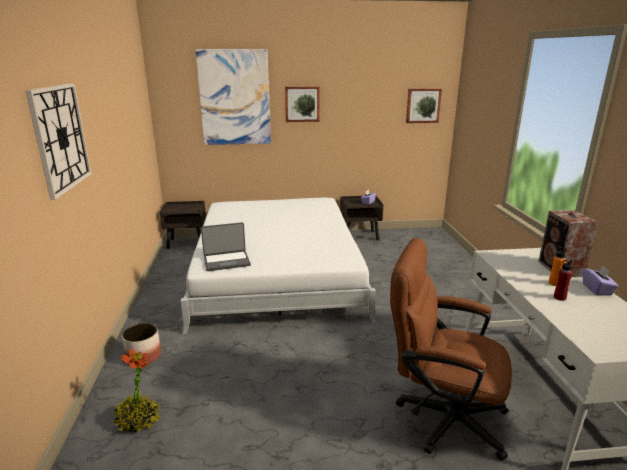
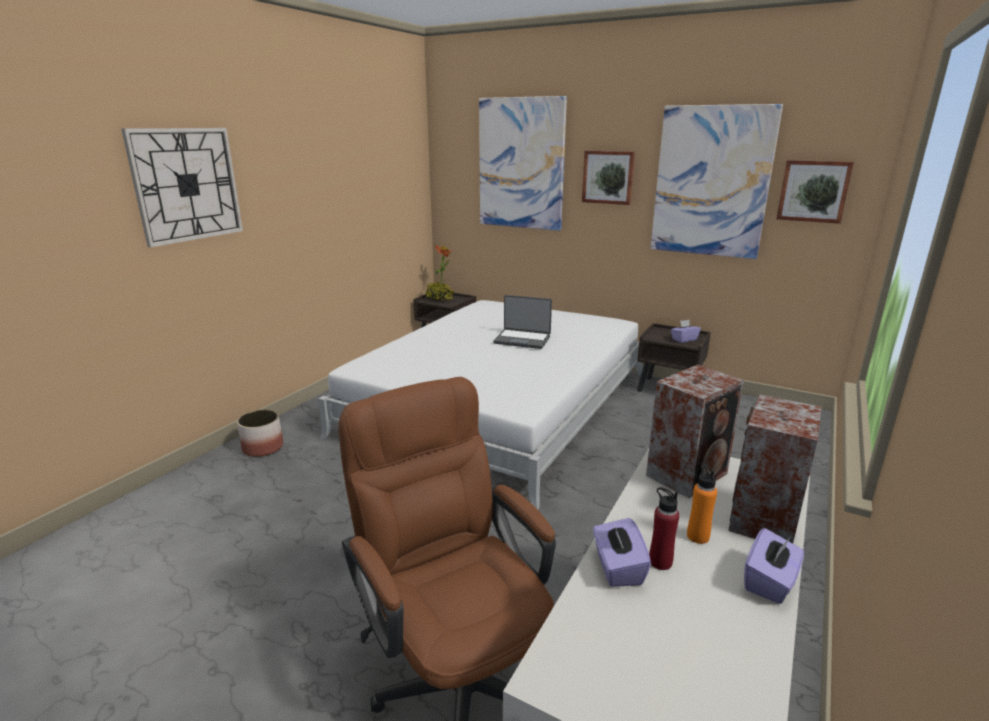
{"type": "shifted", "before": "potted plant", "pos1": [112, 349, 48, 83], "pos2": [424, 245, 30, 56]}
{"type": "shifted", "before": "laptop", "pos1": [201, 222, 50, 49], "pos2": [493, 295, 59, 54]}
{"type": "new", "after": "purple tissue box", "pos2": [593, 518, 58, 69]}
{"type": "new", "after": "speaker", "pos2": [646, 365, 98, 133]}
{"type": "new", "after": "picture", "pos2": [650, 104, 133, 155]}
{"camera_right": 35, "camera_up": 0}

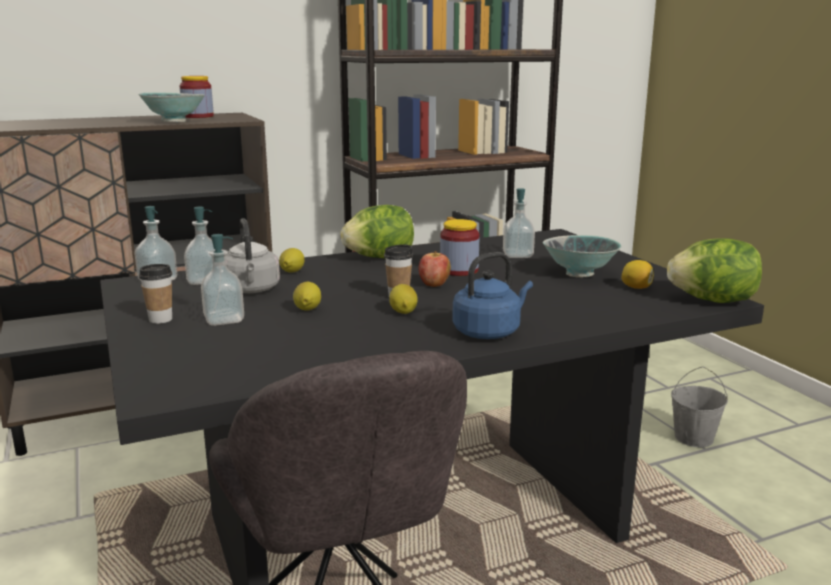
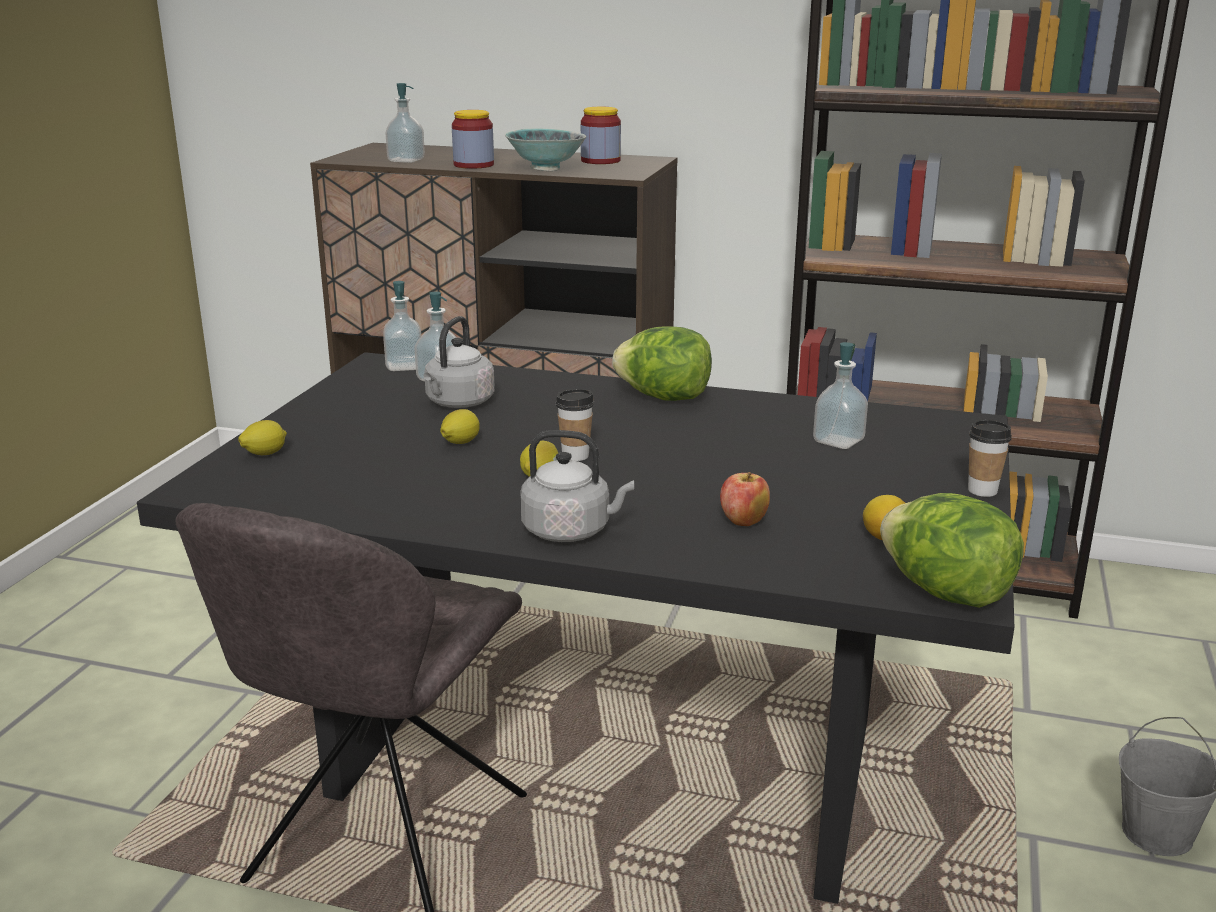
{"type": "shifted", "before": "cup", "pos1": [139, 264, 33, 60], "pos2": [968, 420, 44, 77]}
{"type": "shifted", "before": "soap dispenser", "pos1": [201, 234, 43, 92], "pos2": [386, 83, 39, 80]}
{"type": "shifted", "before": "lemon", "pos1": [279, 248, 25, 25], "pos2": [238, 420, 49, 35]}
{"type": "shifted", "before": "apple", "pos1": [418, 251, 33, 36], "pos2": [720, 472, 50, 54]}
{"type": "shifted", "before": "jar", "pos1": [440, 219, 39, 57], "pos2": [452, 110, 42, 59]}
{"type": "repainted", "before": "blue kettle", "after": "grey kettle", "pos1": [452, 252, 81, 87], "pos2": [521, 430, 113, 112]}
{"type": "gone", "before": "bowl", "pos1": [543, 235, 79, 42]}
{"camera_right": 40, "camera_up": 5}

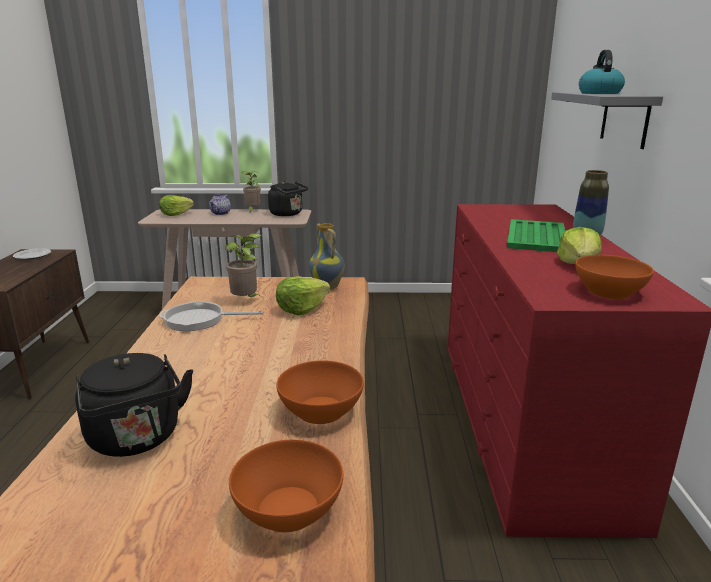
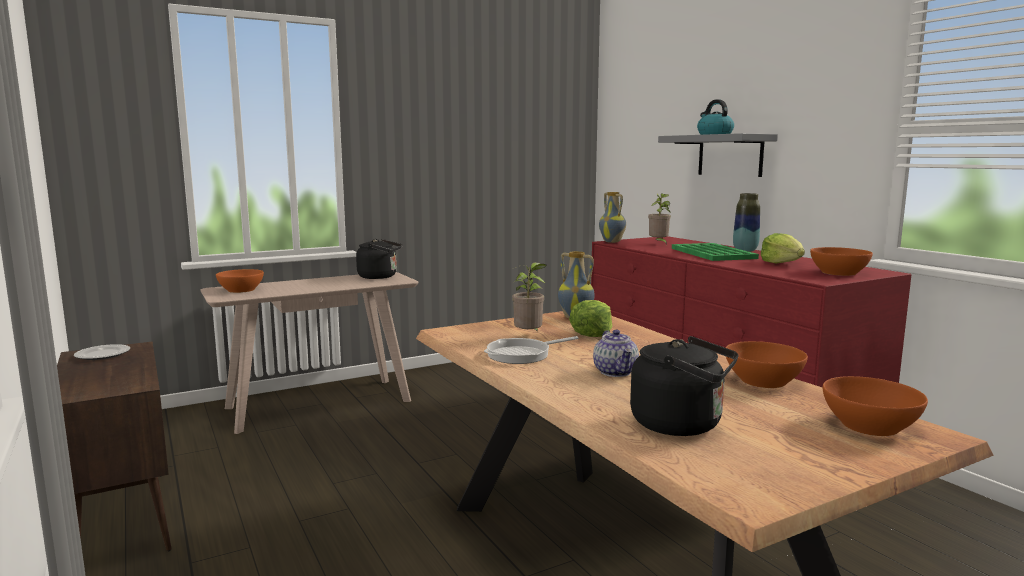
{"type": "swapped", "before": "lettuce", "after": "orange bowl", "pos1": [159, 195, 35, 21], "pos2": [216, 269, 48, 24]}
{"type": "shifted", "before": "teapot", "pos1": [209, 193, 22, 22], "pos2": [593, 330, 46, 47]}
{"type": "shifted", "before": "potted plant", "pos1": [241, 171, 20, 41], "pos2": [648, 193, 23, 52]}
{"type": "new", "after": "vase", "pos2": [599, 192, 27, 51]}
{"camera_right": -30, "camera_up": -10}

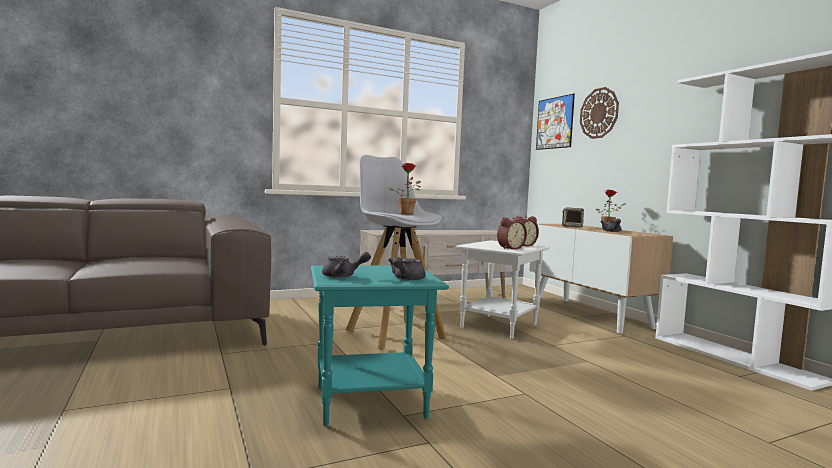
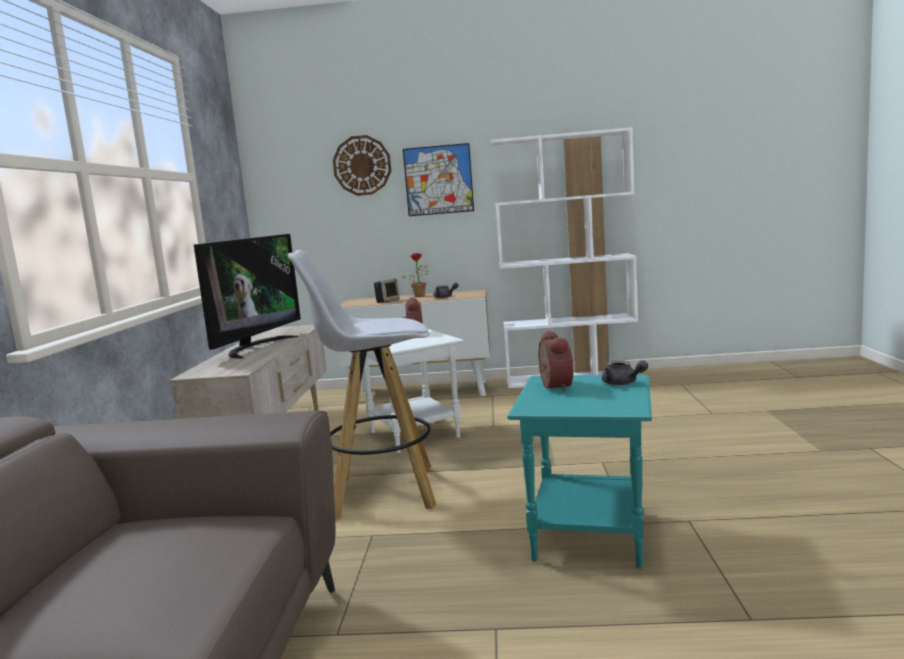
{"type": "gone", "before": "grey teapot", "pos1": [322, 252, 49, 26]}
{"type": "gone", "before": "potted plant", "pos1": [388, 163, 33, 52]}
{"type": "shifted", "before": "alarm clock", "pos1": [497, 217, 30, 33], "pos2": [538, 330, 35, 62]}
{"type": "shifted", "before": "picture", "pos1": [536, 94, 39, 56], "pos2": [403, 143, 71, 73]}
{"type": "new", "after": "television", "pos2": [194, 234, 107, 125]}
{"camera_right": -60, "camera_up": 5}

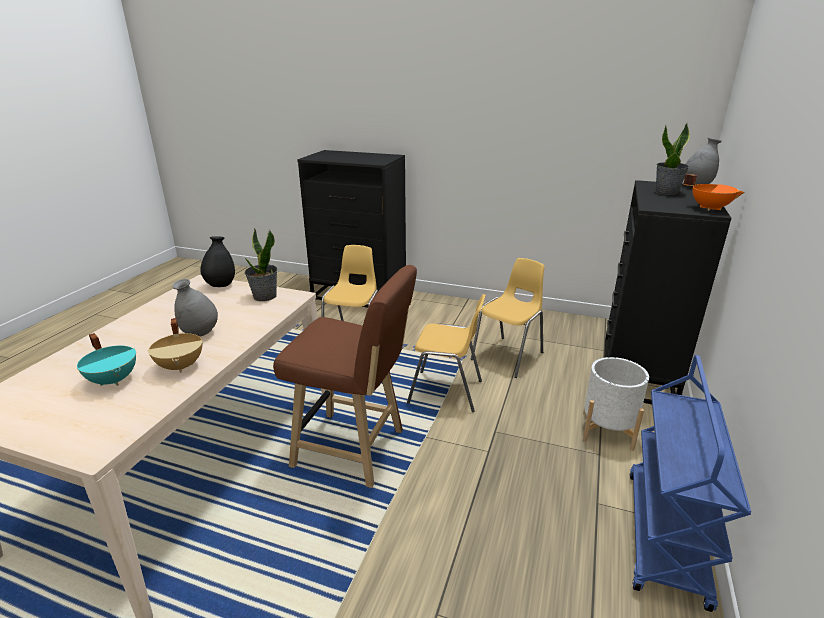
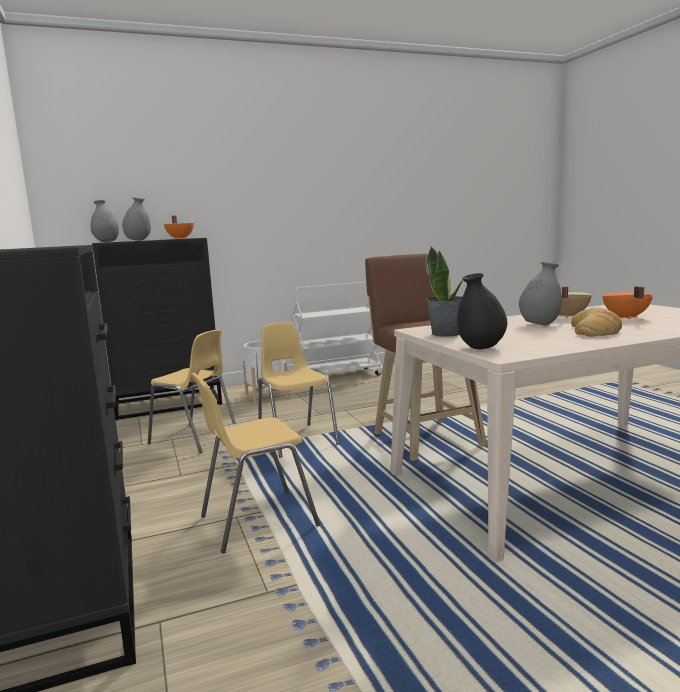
{"type": "repainted", "before": "turquoise cooking pot", "after": "orange cooking pot", "pos1": [77, 333, 59, 53], "pos2": [602, 286, 51, 33]}
{"type": "rotated", "before": "yellow chair", "pos1": [471, 258, 74, 120], "pos2": [148, 330, 88, 124], "turn": -150}
{"type": "repainted", "before": "blue cart", "after": "white cart", "pos1": [629, 355, 122, 257], "pos2": [292, 282, 91, 94]}
{"type": "swapped", "before": "potted plant", "after": "grey vase", "pos1": [655, 123, 35, 72], "pos2": [122, 197, 29, 44]}
{"type": "new", "after": "bread", "pos2": [571, 307, 51, 30]}
{"camera_right": -130, "camera_up": -15}

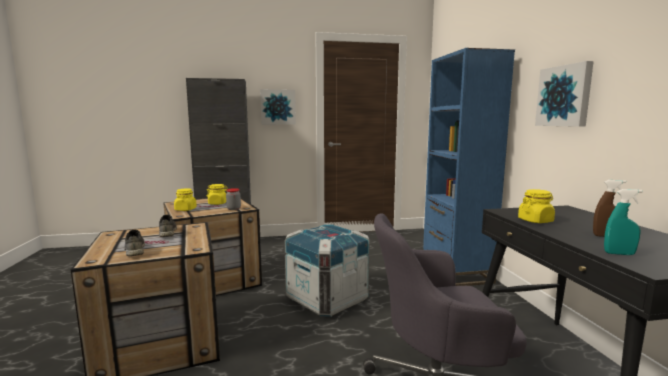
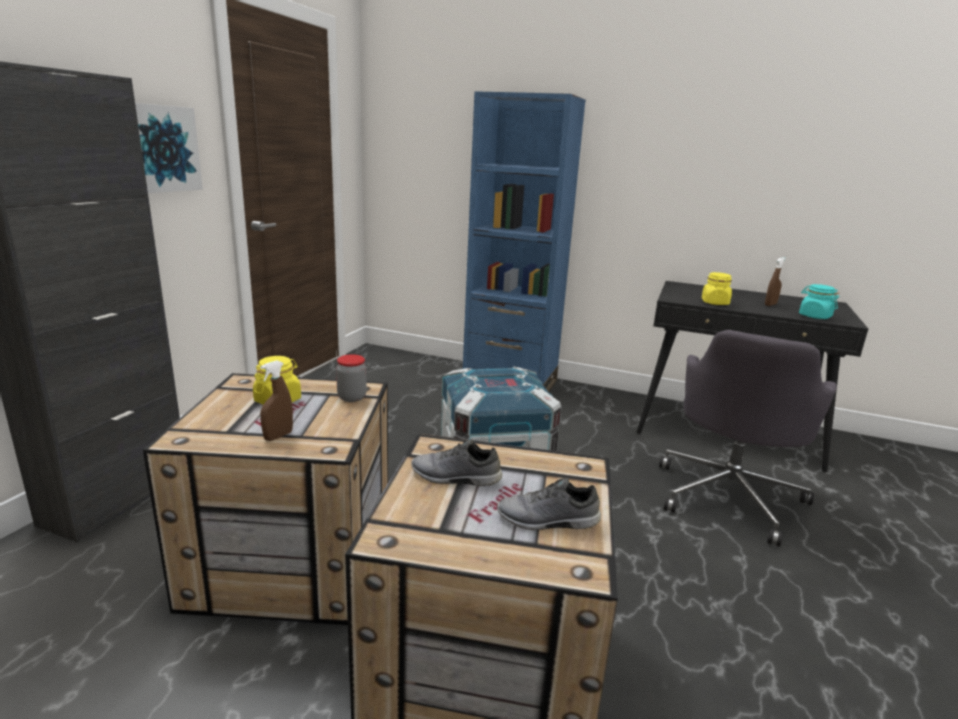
{"type": "swapped", "before": "yellow jar", "after": "brown spray bottle", "pos1": [174, 188, 23, 23], "pos2": [260, 360, 33, 81]}
{"type": "gone", "before": "picture", "pos1": [535, 61, 59, 66]}
{"type": "swapped", "before": "turquoise spray bottle", "after": "turquoise jar", "pos1": [604, 189, 39, 66], "pos2": [799, 284, 40, 35]}
{"camera_right": -60, "camera_up": 10}

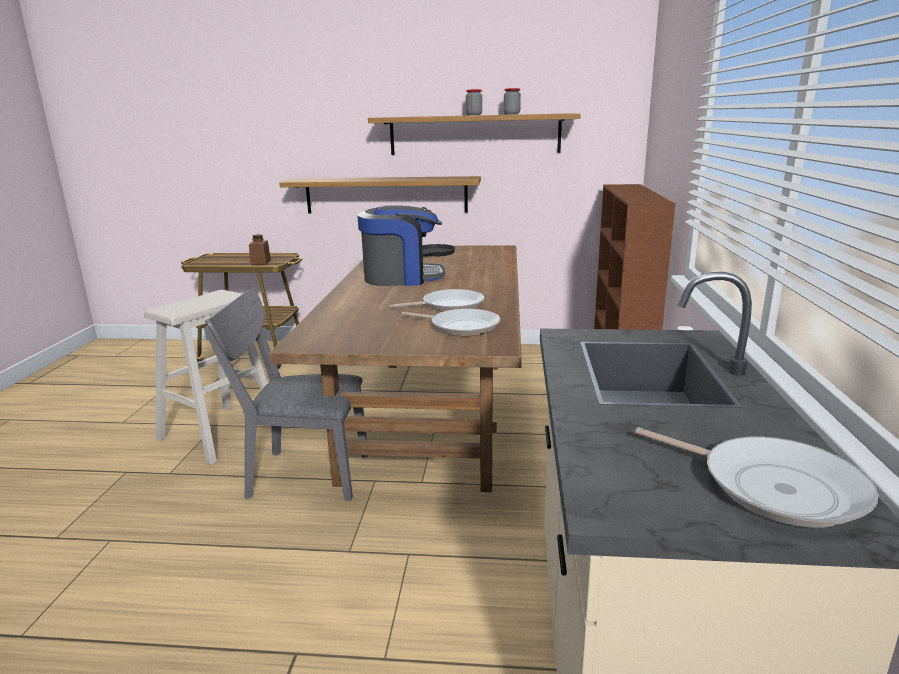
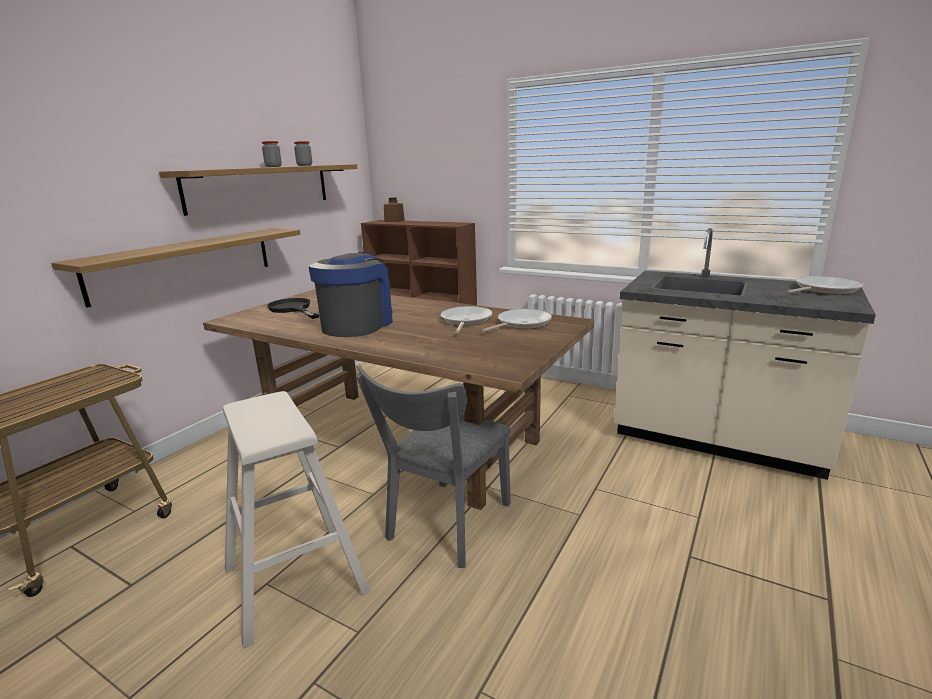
{"type": "shifted", "before": "brown jar", "pos1": [249, 234, 22, 31], "pos2": [384, 197, 21, 25]}
{"camera_right": -65, "camera_up": 0}

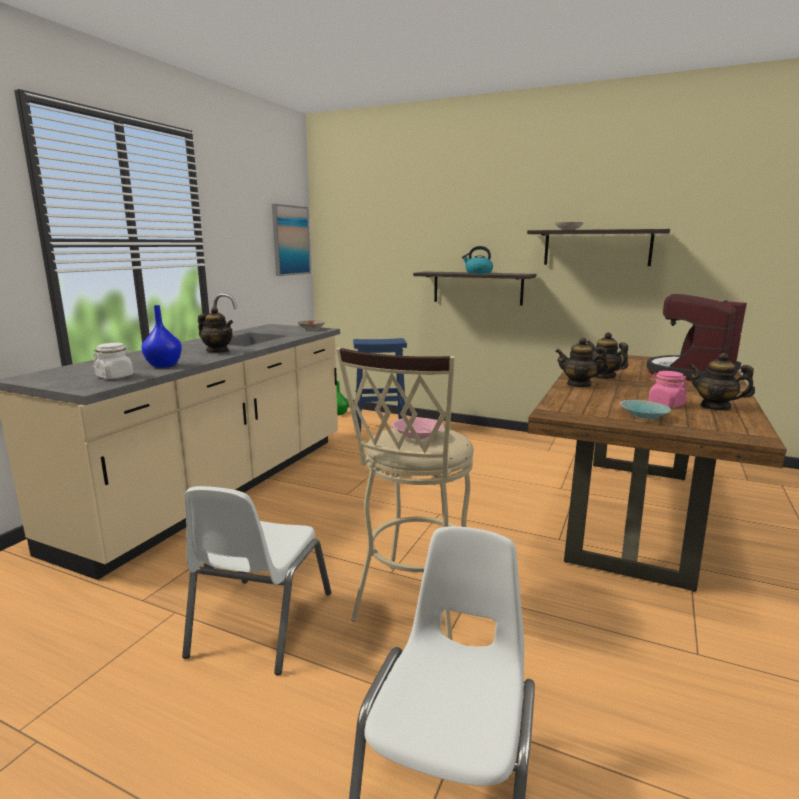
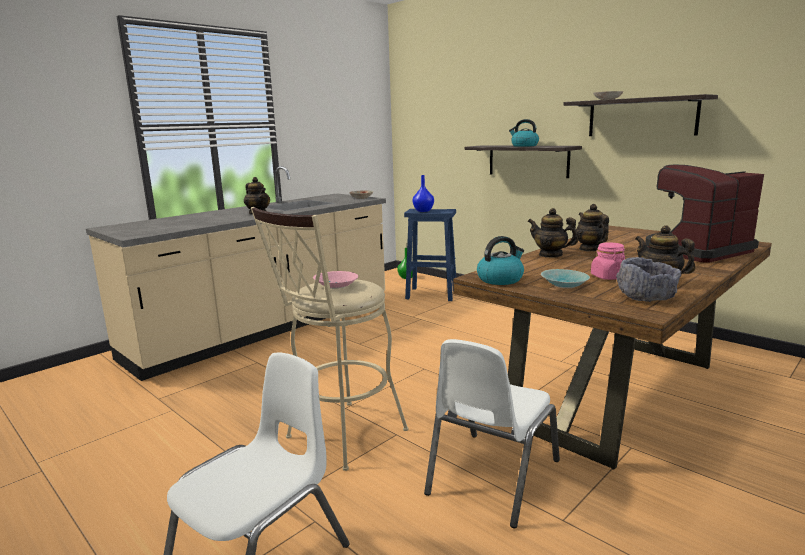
{"type": "gone", "before": "white jar", "pos1": [93, 343, 40, 36]}
{"type": "shifted", "before": "blue vase", "pos1": [141, 305, 41, 63], "pos2": [412, 175, 22, 37]}
{"type": "shifted", "before": "white chair", "pos1": [182, 486, 149, 189], "pos2": [424, 339, 136, 189]}
{"type": "gone", "before": "picture", "pos1": [272, 204, 39, 72]}
{"type": "new", "after": "kettle", "pos2": [477, 236, 47, 49]}
{"type": "new", "after": "grey bowl", "pos2": [616, 257, 66, 45]}
{"camera_right": 20, "camera_up": 0}

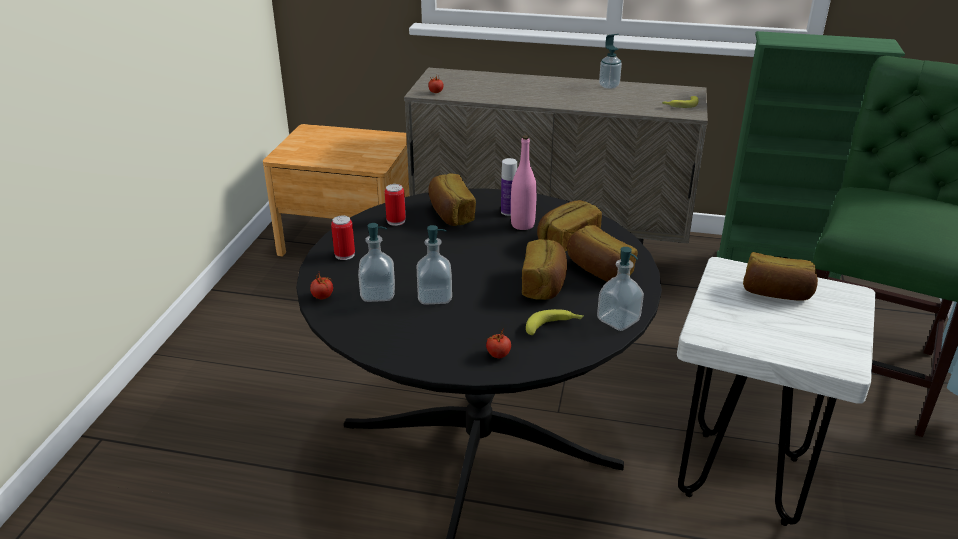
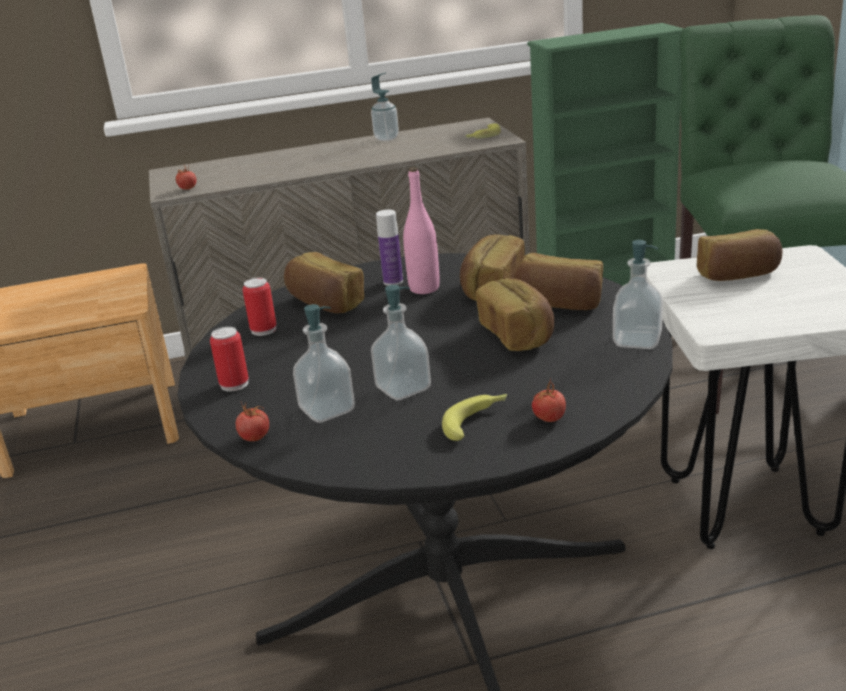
{"type": "shifted", "before": "banana", "pos1": [526, 309, 58, 26], "pos2": [442, 394, 65, 47]}
{"camera_right": -25, "camera_up": -5}

